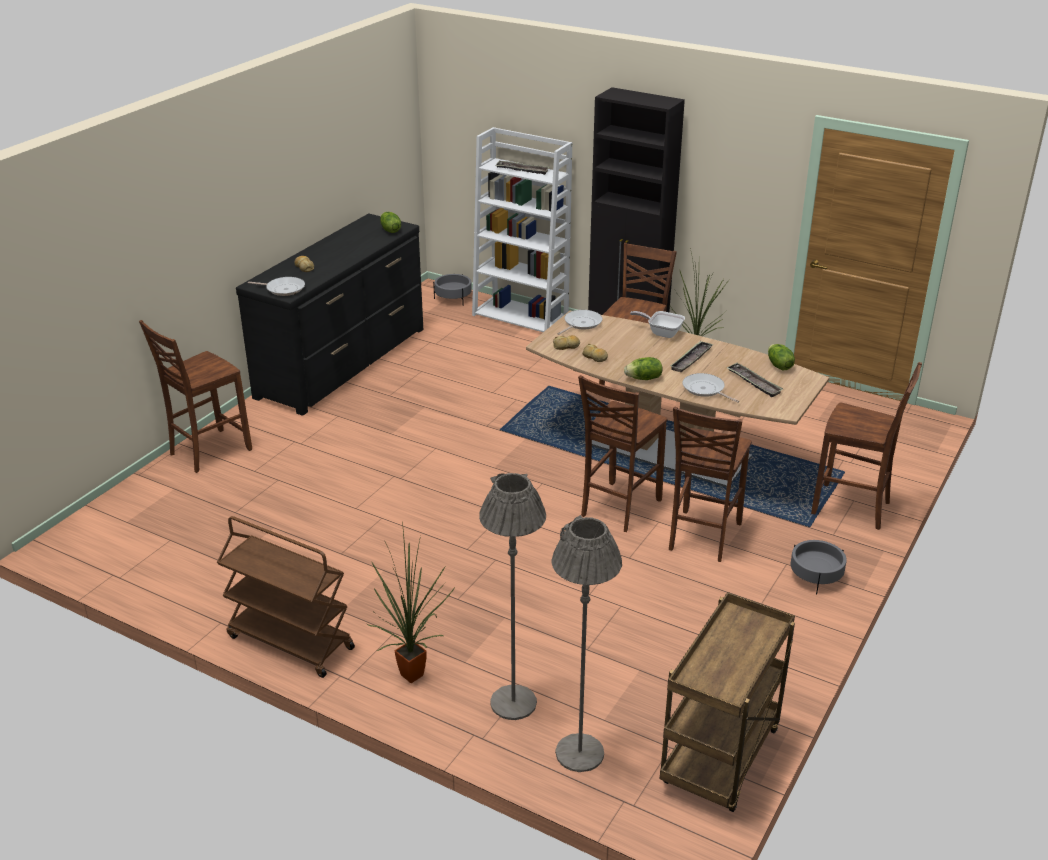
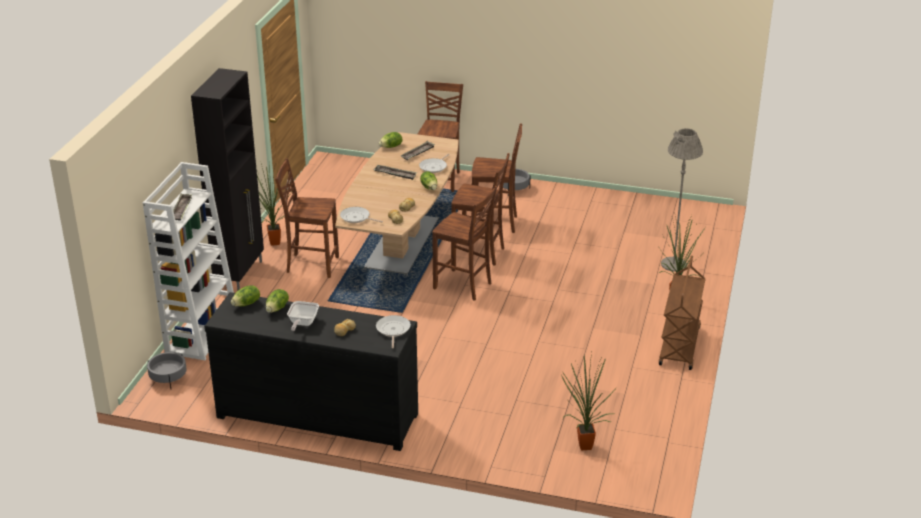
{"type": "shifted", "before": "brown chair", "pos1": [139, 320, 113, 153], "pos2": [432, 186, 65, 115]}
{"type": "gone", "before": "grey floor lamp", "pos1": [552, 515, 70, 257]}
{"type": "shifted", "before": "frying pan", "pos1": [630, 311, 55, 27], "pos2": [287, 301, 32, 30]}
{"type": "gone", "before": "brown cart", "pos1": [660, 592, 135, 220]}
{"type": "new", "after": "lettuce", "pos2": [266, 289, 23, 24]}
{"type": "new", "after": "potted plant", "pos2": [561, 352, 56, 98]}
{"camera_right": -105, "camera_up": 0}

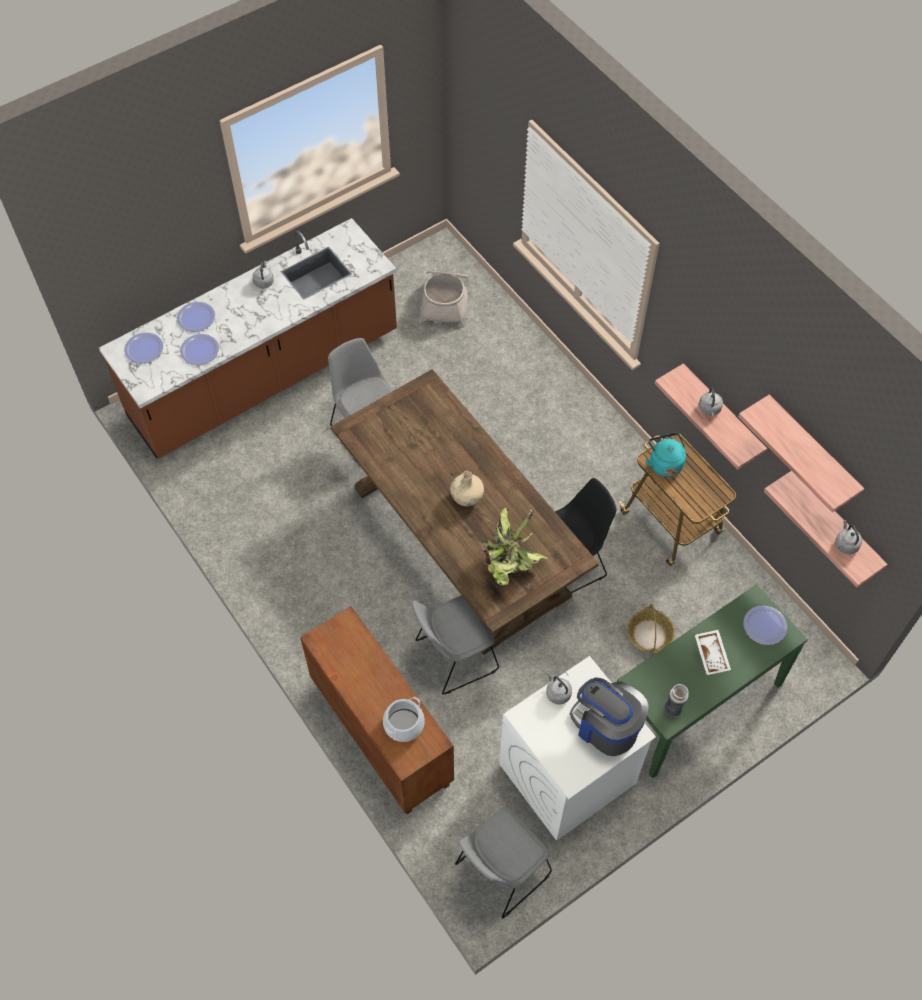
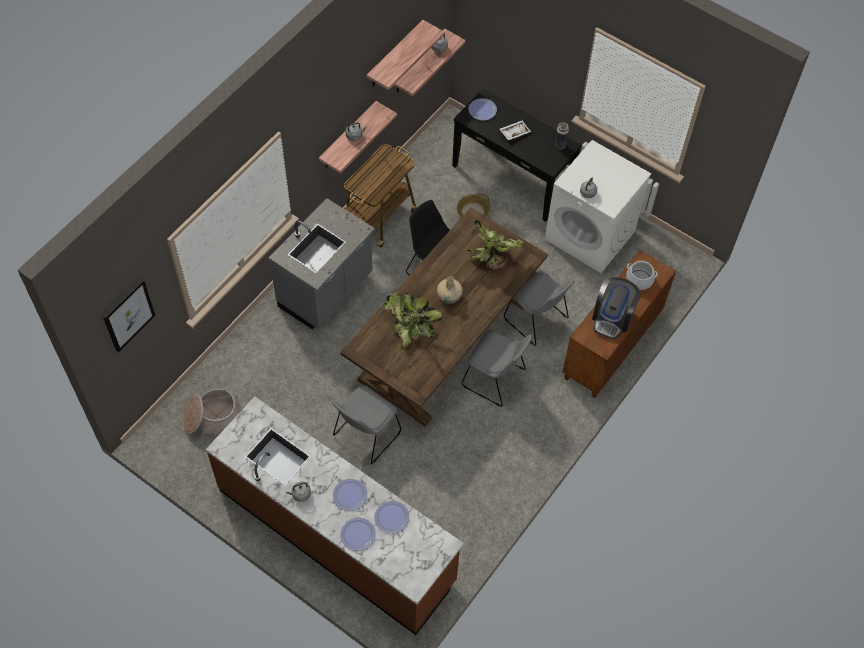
{"type": "shifted", "before": "plate", "pos1": [124, 333, 40, 31], "pos2": [333, 479, 34, 32]}
{"type": "shifted", "before": "grey chair", "pos1": [455, 807, 97, 111], "pos2": [461, 330, 71, 77]}
{"type": "shifted", "before": "coffee machine", "pos1": [570, 678, 79, 78], "pos2": [592, 277, 49, 62]}
{"type": "repainted", "before": "green console table", "after": "black console table", "pos1": [617, 584, 191, 194], "pos2": [452, 88, 130, 134]}
{"type": "gone", "before": "turquoise kettle", "pos1": [646, 433, 40, 44]}
{"type": "new", "after": "picture", "pos2": [103, 279, 52, 73]}
{"type": "new", "after": "grey counter", "pos2": [269, 198, 106, 132]}
{"type": "new", "after": "potted plant", "pos2": [384, 292, 59, 55]}
{"camera_right": -110, "camera_up": 0}

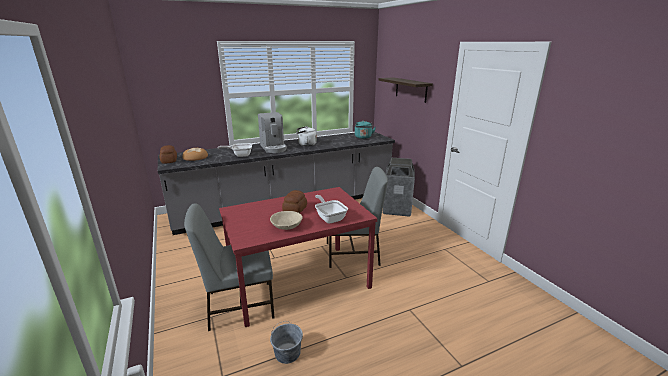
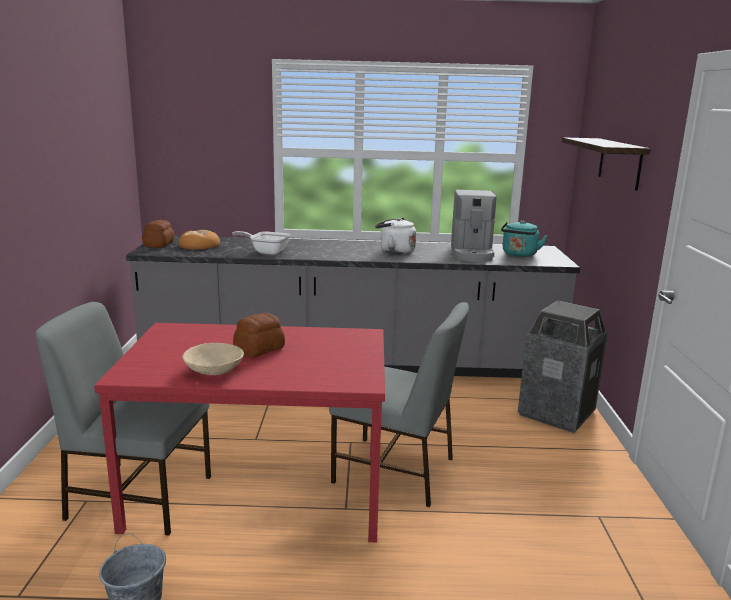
{"type": "shifted", "before": "coffee machine", "pos1": [258, 112, 29, 41], "pos2": [451, 190, 45, 72]}
{"type": "gone", "before": "frying pan", "pos1": [315, 195, 33, 29]}
{"camera_right": 25, "camera_up": -5}

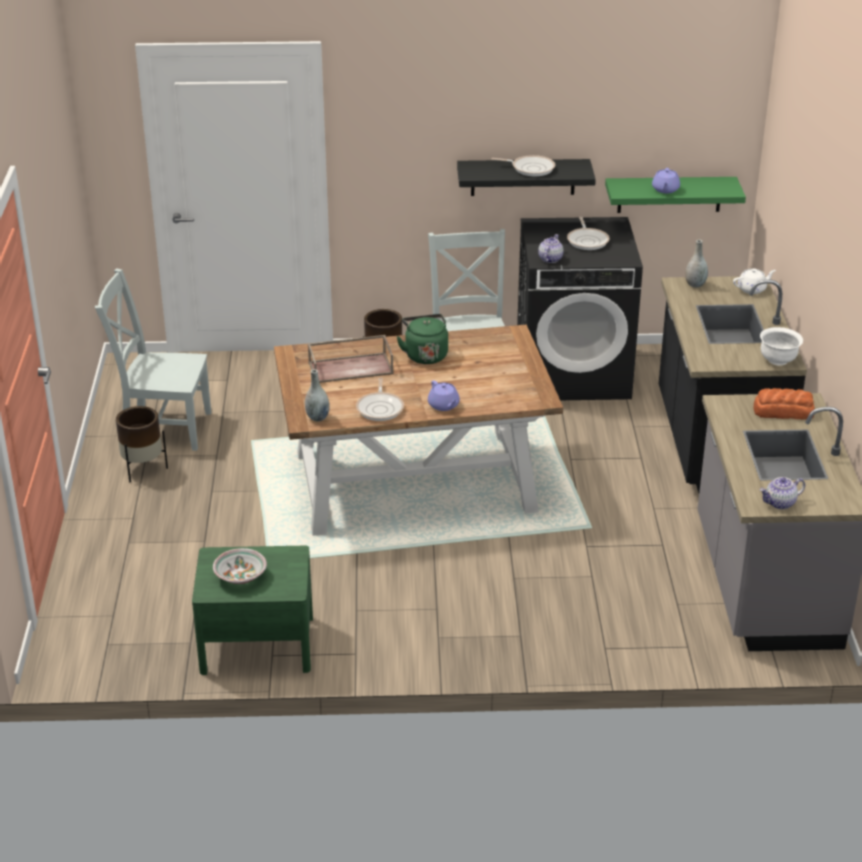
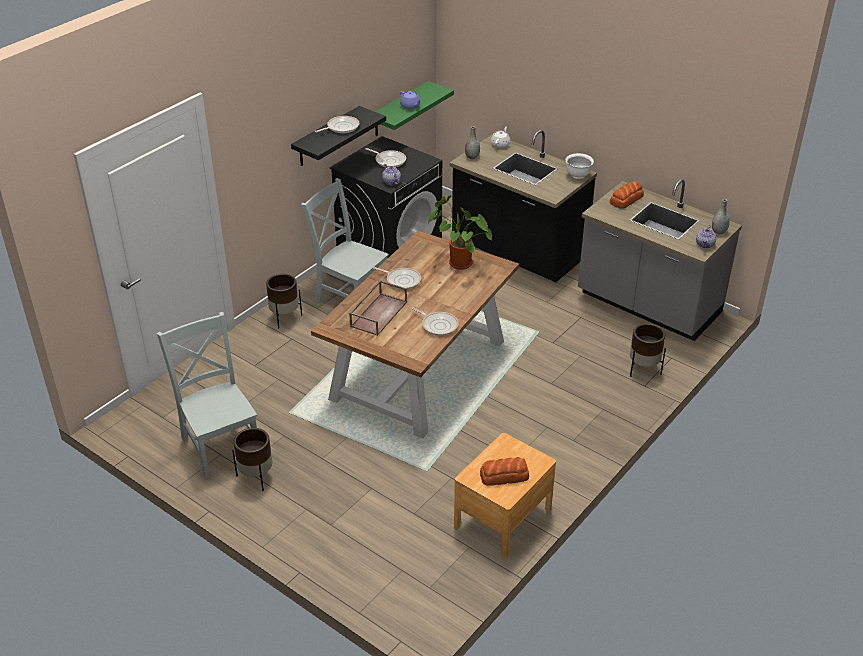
{"type": "rotated", "before": "grey chair", "pos1": [95, 268, 116, 183], "pos2": [157, 312, 100, 167], "turn": 105}
{"type": "repainted", "before": "green nightstand", "after": "brown nightstand", "pos1": [192, 546, 121, 129], "pos2": [454, 433, 102, 125]}
{"type": "swapped", "before": "bowl", "after": "bread", "pos1": [213, 548, 54, 36], "pos2": [480, 457, 49, 29]}
{"type": "shifted", "before": "grey vase", "pos1": [305, 369, 25, 52], "pos2": [712, 199, 18, 35]}
{"type": "swapped", "before": "green kettle", "after": "frying pan", "pos1": [397, 314, 51, 50], "pos2": [373, 267, 48, 23]}
{"type": "gone", "before": "purple teapot", "pos1": [428, 380, 32, 31]}
{"type": "new", "after": "potted plant", "pos2": [429, 195, 63, 75]}
{"type": "new", "after": "brown planter", "pos2": [630, 323, 36, 54]}
{"camera_right": -50, "camera_up": 5}

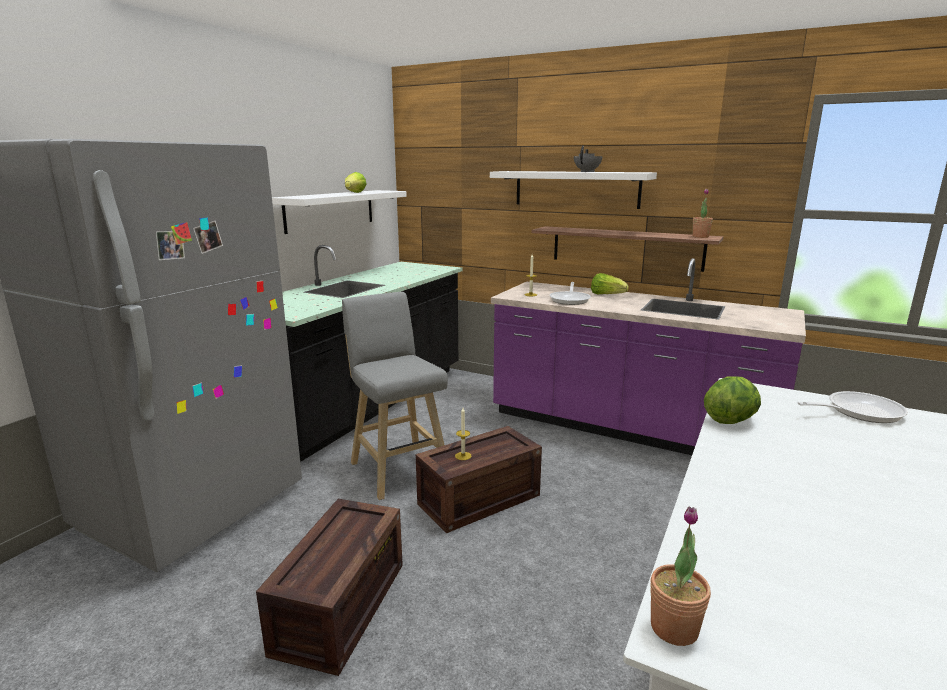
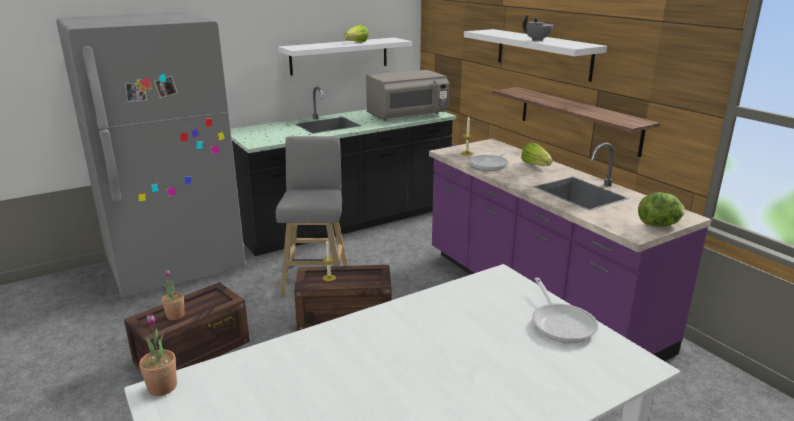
{"type": "shifted", "before": "potted plant", "pos1": [692, 189, 21, 49], "pos2": [162, 270, 23, 50]}
{"type": "shifted", "before": "lettuce", "pos1": [704, 376, 57, 48], "pos2": [638, 192, 47, 35]}
{"type": "rotated", "before": "frying pan", "pos1": [797, 391, 111, 32], "pos2": [532, 278, 66, 65], "turn": 60}
{"type": "new", "after": "grey microwave", "pos2": [366, 70, 83, 51]}
{"camera_right": 30, "camera_up": 5}

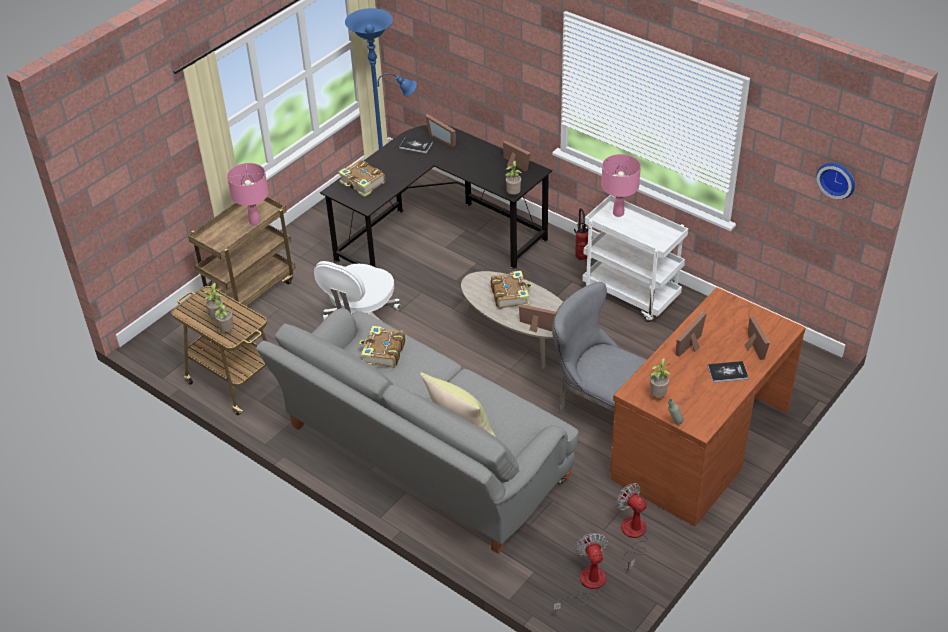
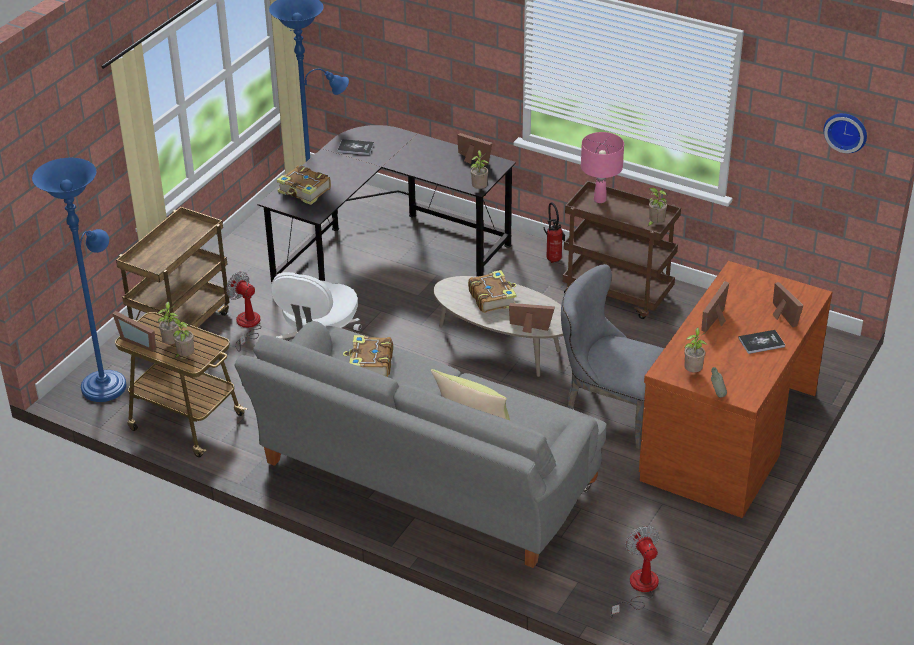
{"type": "gone", "before": "pink table lamp", "pos1": [227, 163, 42, 62]}
{"type": "shifted", "before": "picture frame", "pos1": [425, 114, 30, 33], "pos2": [112, 311, 44, 41]}
{"type": "repainted", "before": "white cart", "after": "brown cart", "pos1": [582, 195, 106, 127], "pos2": [563, 181, 118, 138]}
{"type": "shifted", "before": "fan", "pos1": [616, 483, 32, 88], "pos2": [226, 271, 36, 81]}
{"type": "new", "after": "blue floor lamp", "pos2": [32, 158, 94, 244]}
{"type": "new", "after": "potted plant", "pos2": [647, 188, 21, 39]}
{"camera_right": -10, "camera_up": -5}

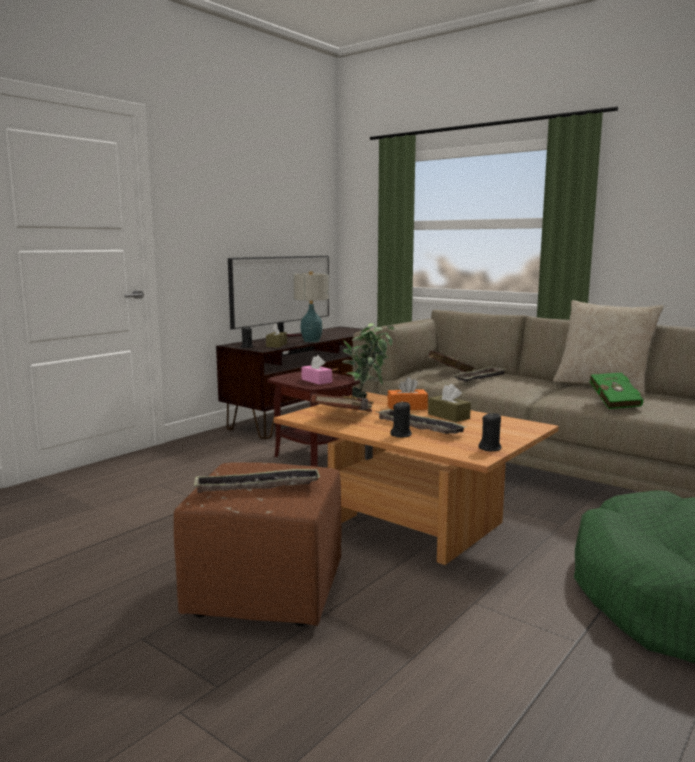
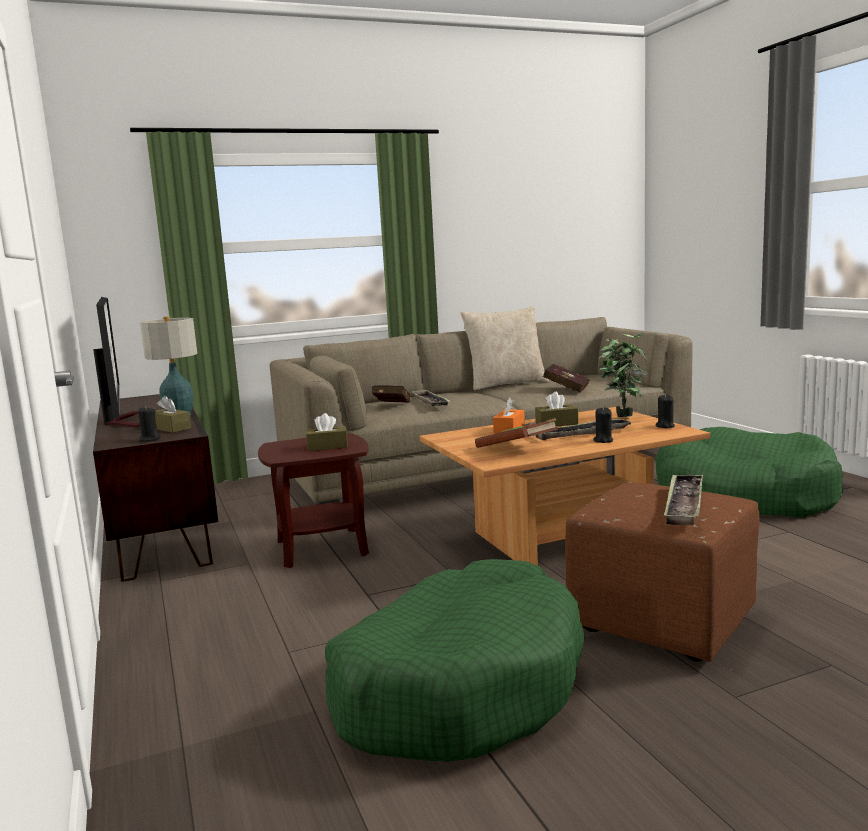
{"type": "repainted", "before": "pink tissue box", "after": "brown tissue box", "pos1": [301, 355, 31, 30], "pos2": [306, 413, 42, 38]}
{"type": "shifted", "before": "potted plant", "pos1": [342, 323, 52, 75], "pos2": [599, 333, 49, 84]}
{"type": "repainted", "before": "green book", "after": "red book", "pos1": [589, 373, 54, 36], "pos2": [541, 364, 49, 28]}
{"type": "new", "after": "green dog bed", "pos2": [325, 559, 260, 203]}
{"camera_right": -60, "camera_up": 0}

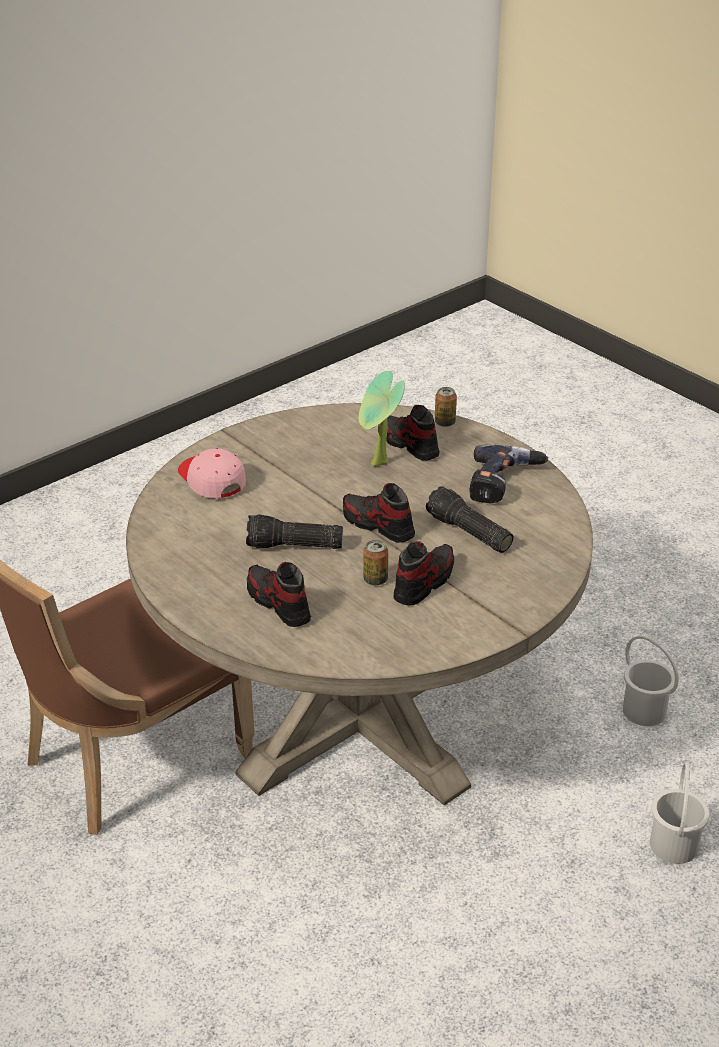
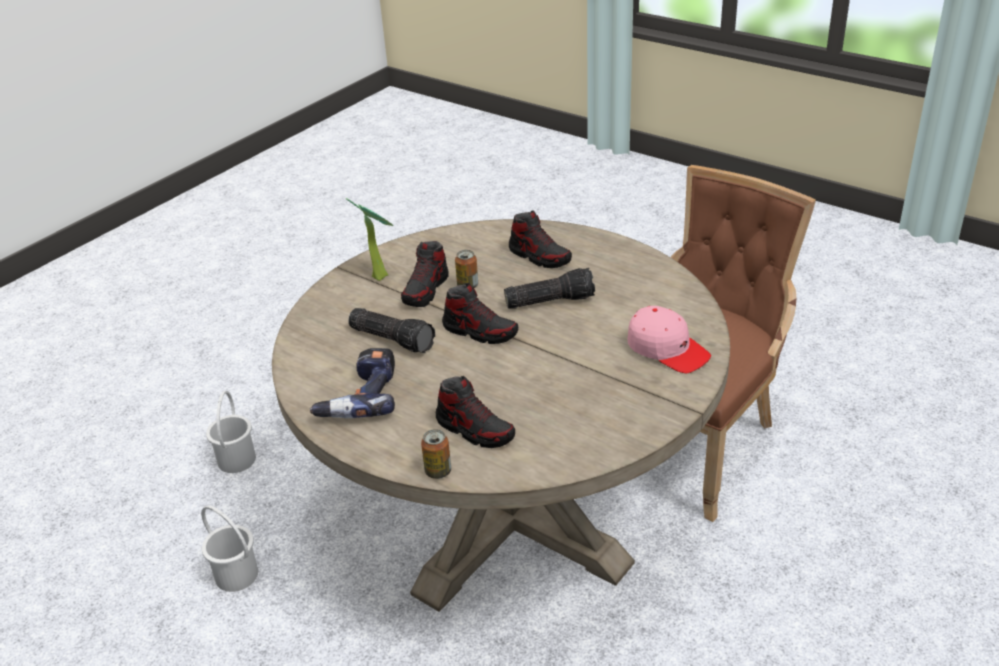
{"type": "shifted", "before": "potted plant", "pos1": [359, 371, 46, 95], "pos2": [345, 198, 49, 83]}
{"camera_right": 170, "camera_up": 0}

